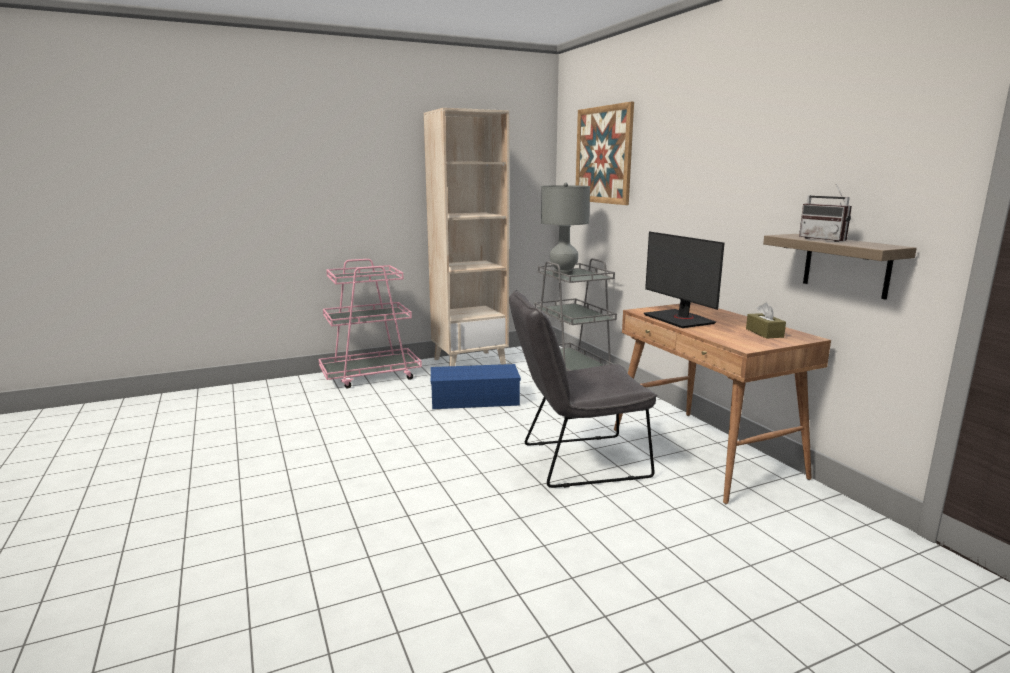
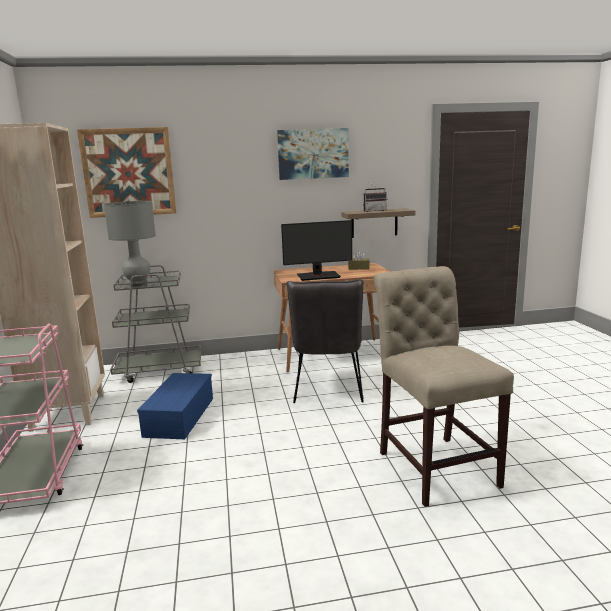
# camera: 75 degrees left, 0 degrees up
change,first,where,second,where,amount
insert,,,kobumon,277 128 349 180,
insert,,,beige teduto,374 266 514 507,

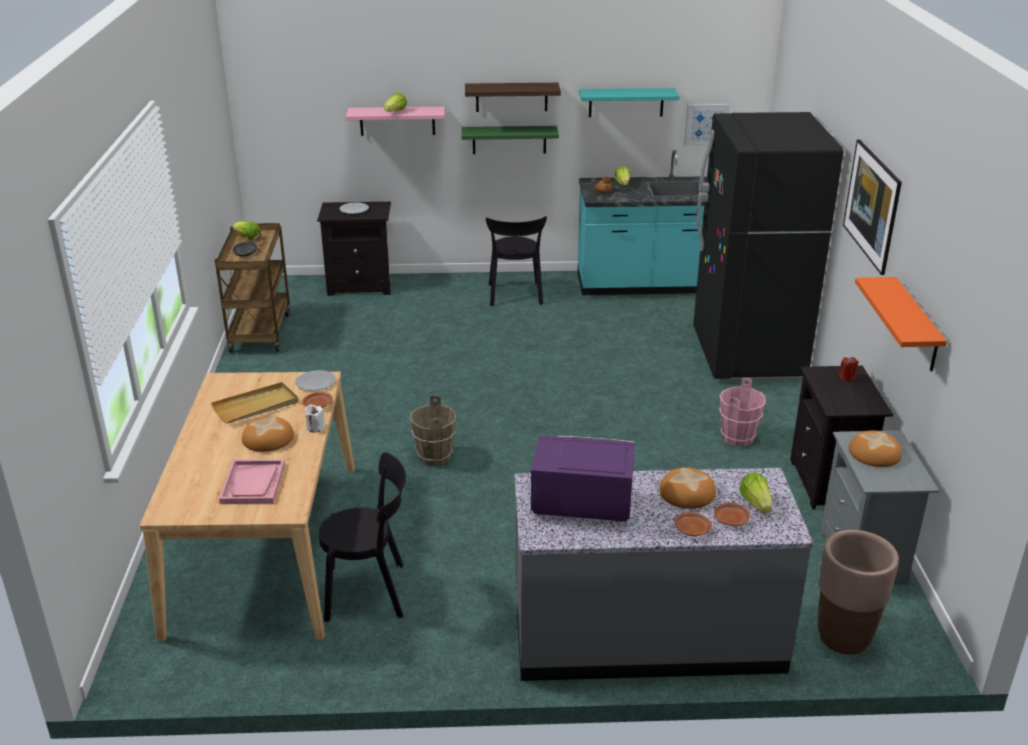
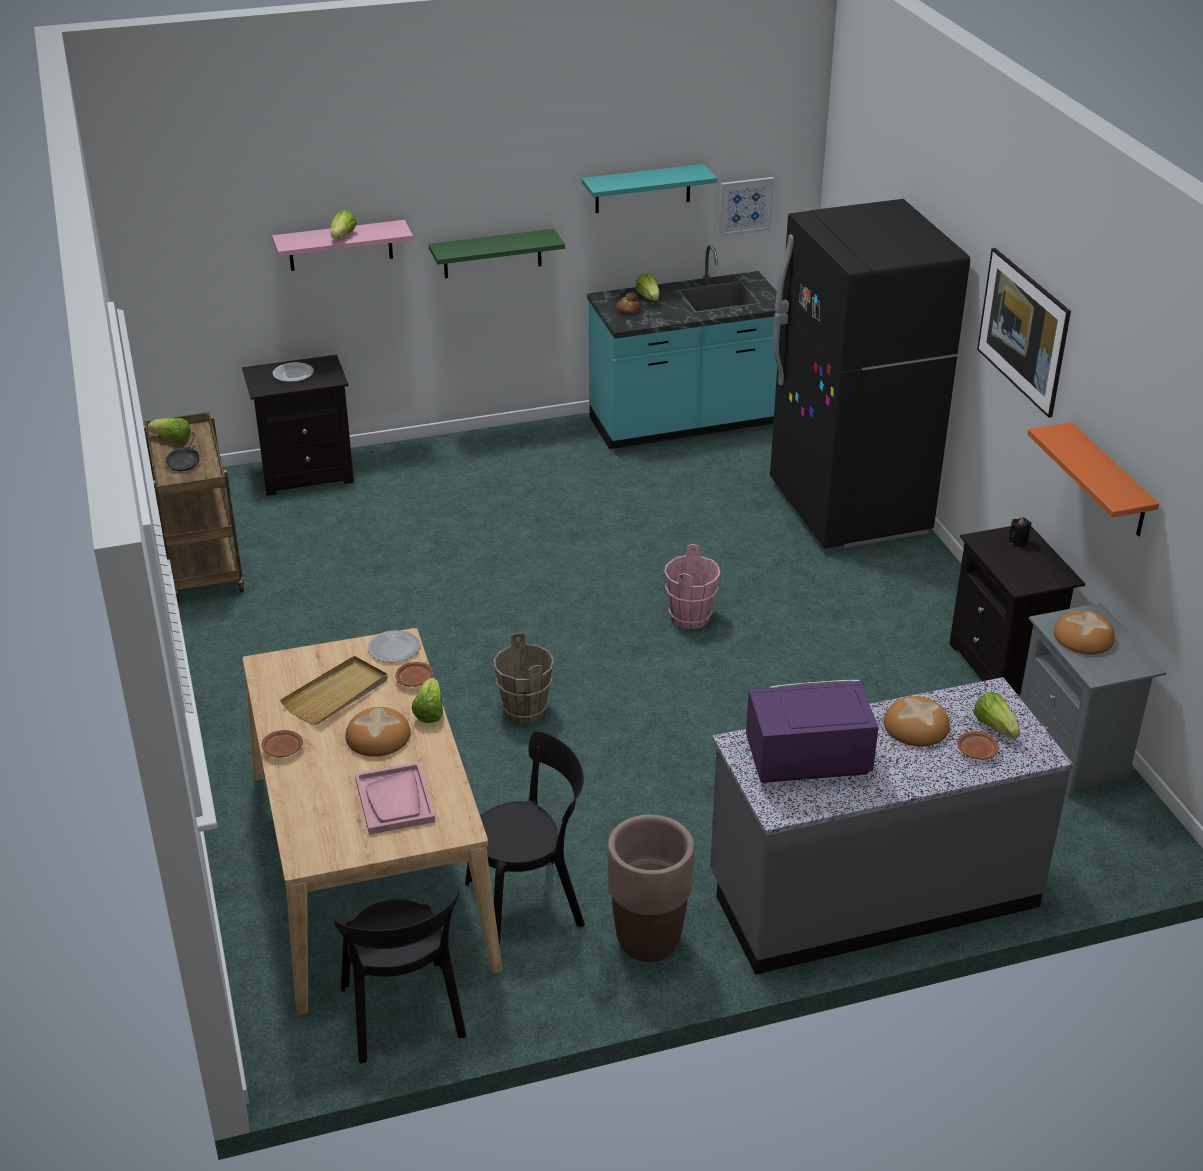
# camera: 15 degrees left, 5 degrees up
change,first,where,second,where,amount
delete,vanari,465 83 561 112,,,
move,black teduto,486 216 547 306,,334 892 466 1064,
recolor,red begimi,839 357 858 382,black begimi,1008 518 1031 547,
move,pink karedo,719 378 766 446,,664 544 720 629,
replace,white begimi,305 404 325 433,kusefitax,412 678 443 723,
move,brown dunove,674 512 712 536,,261 730 303 758,
move,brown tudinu,818 530 899 655,,607 815 694 962,

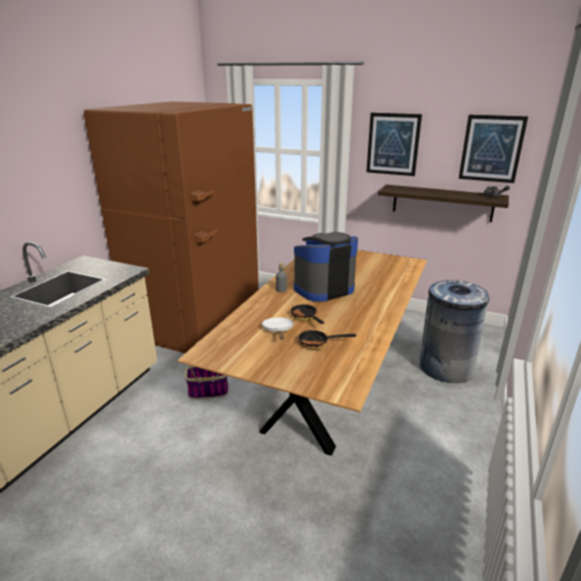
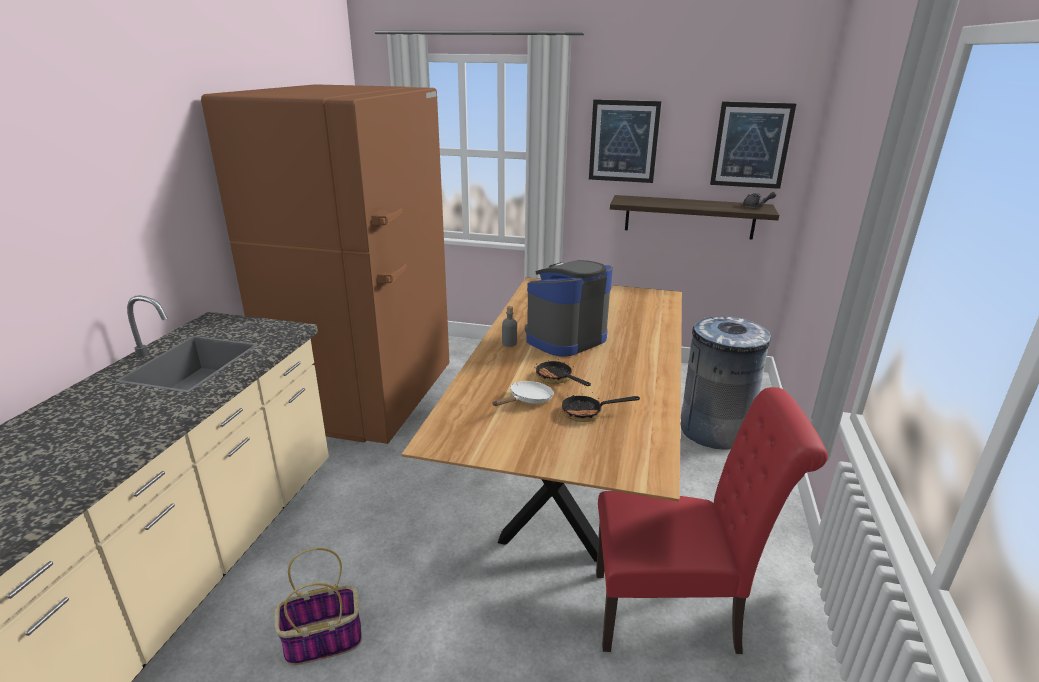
# camera: 10 degrees left, 0 degrees up
change,first,where,second,where,amount
rotate,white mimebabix,262 317 294 340,,492 381 554 406,60 degrees clockwise
move,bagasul,185 341 228 399,,274 548 362 665,
insert,,,red teduto,596 387 828 654,

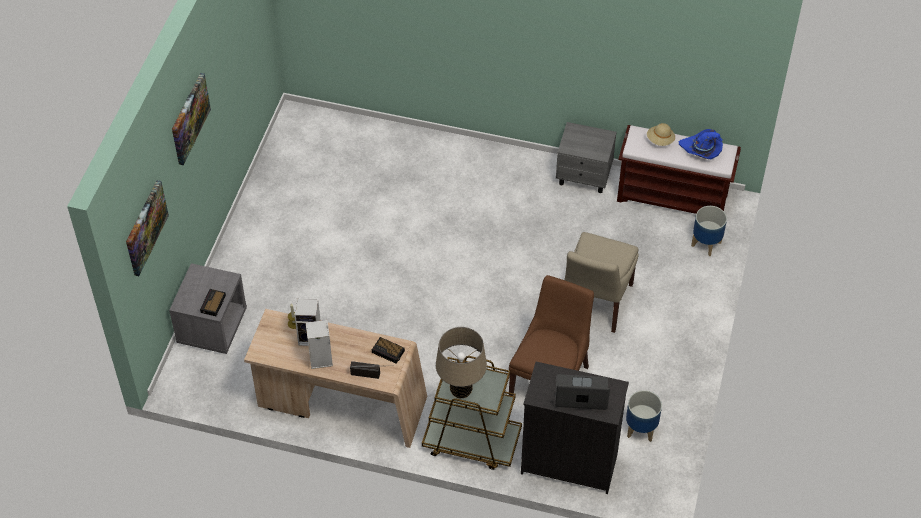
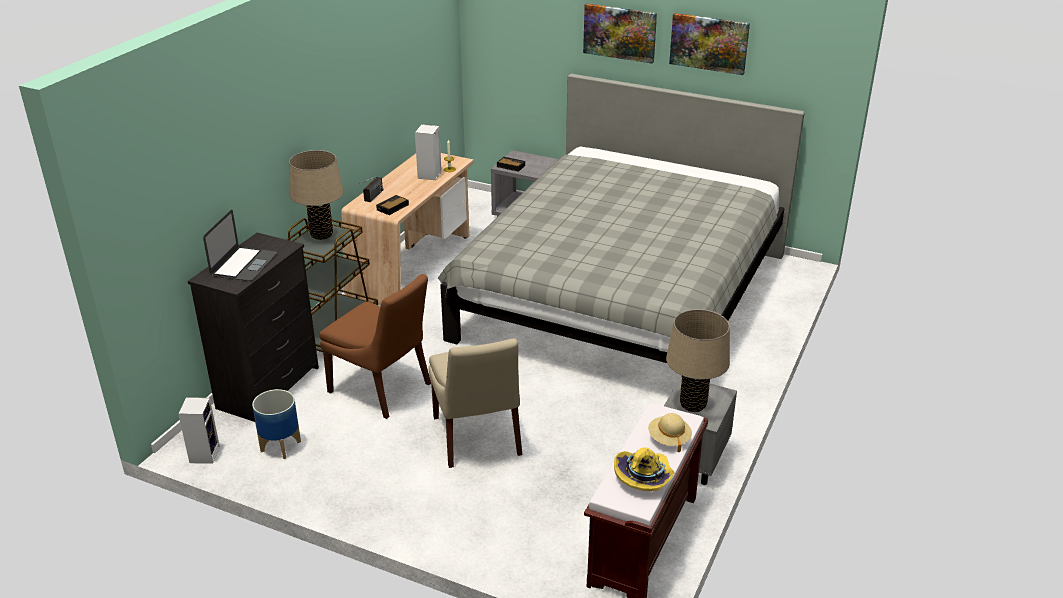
# camera: 100 degrees right, 20 degrees down
change,first,where,second,where,amount
recolor,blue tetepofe,679 129 723 159,yellow tetepofe,614 447 675 491,
move,kobumon,126 180 169 276,,669 13 750 75,
delete,tudinu,691 206 727 256,,,
rotate,beige teduto,564 232 639 333,,429 339 522 468,135 degrees counterclockwise
move,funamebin,305 320 333 369,,178 397 220 464,
insert,,,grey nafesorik,438 74 805 363,
insert,,,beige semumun,666 309 730 412,

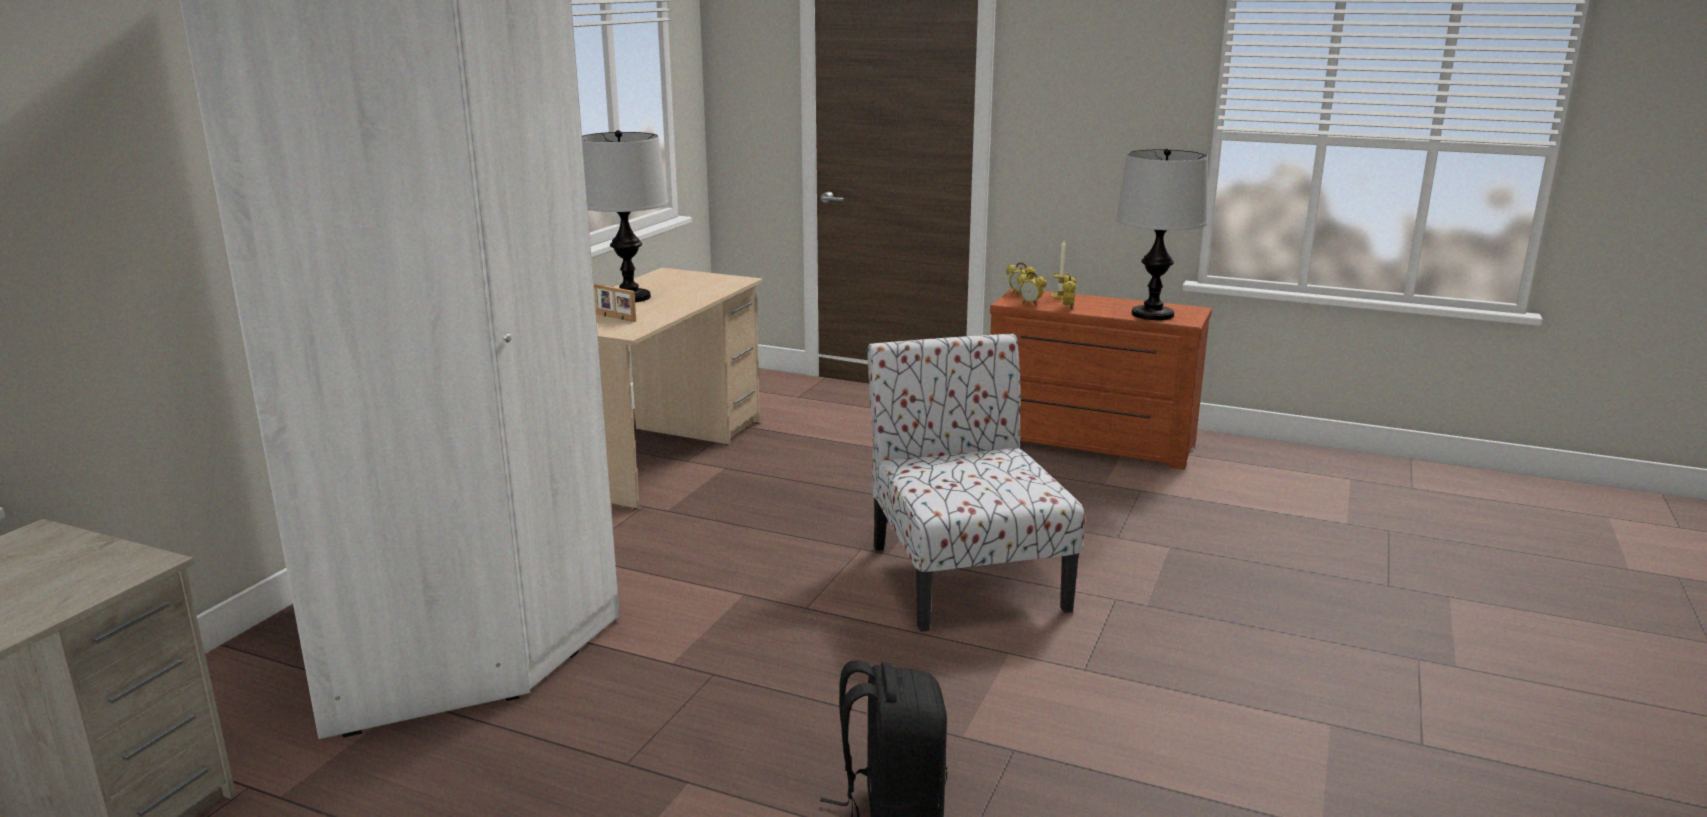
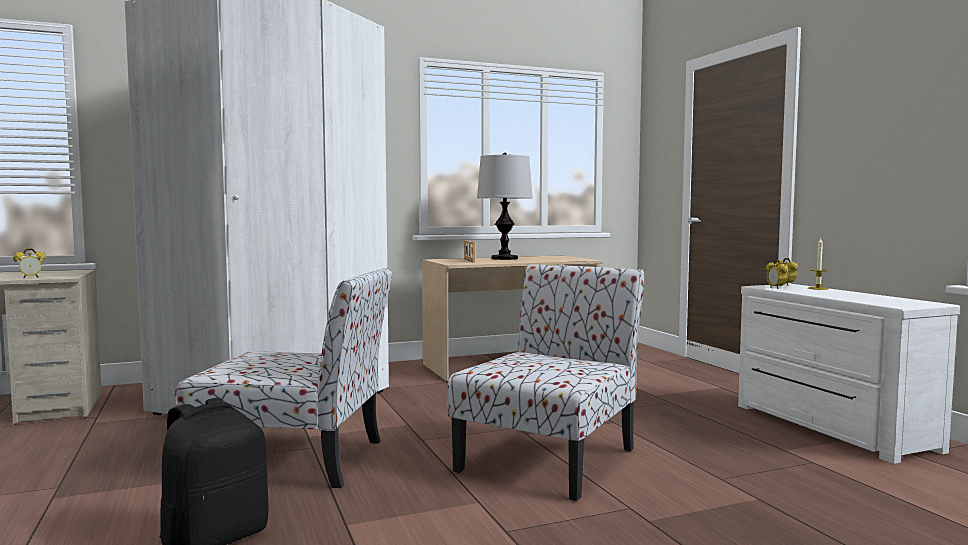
# camera: 45 degrees right, 15 degrees down
change,first,where,second,where,amount
delete,semumun,1116 148 1208 320,,,
move,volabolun,1063 275 1077 309,,13 248 46 278,
recolor,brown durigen,990 288 1212 470,white durigen,738 284 960 464,
insert,,,teduto,175 268 392 488,

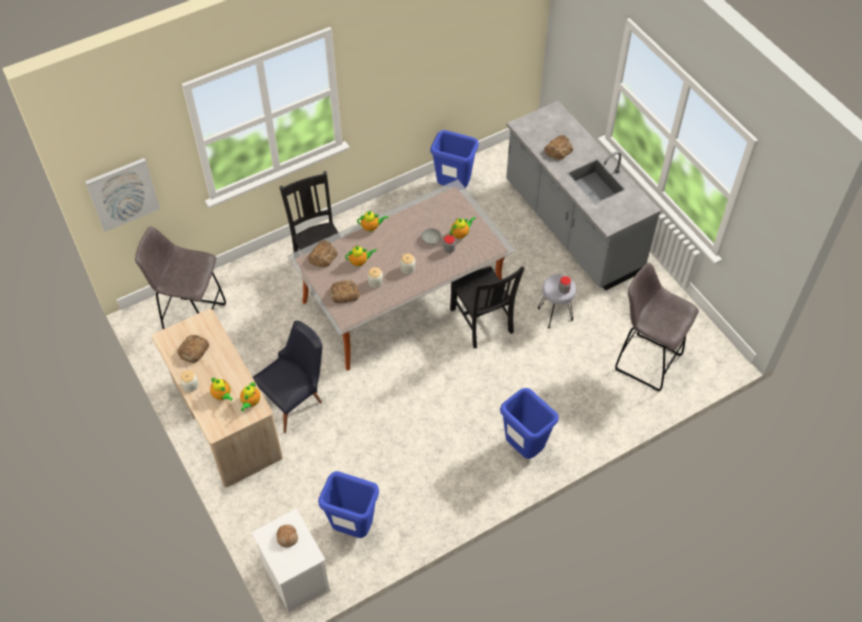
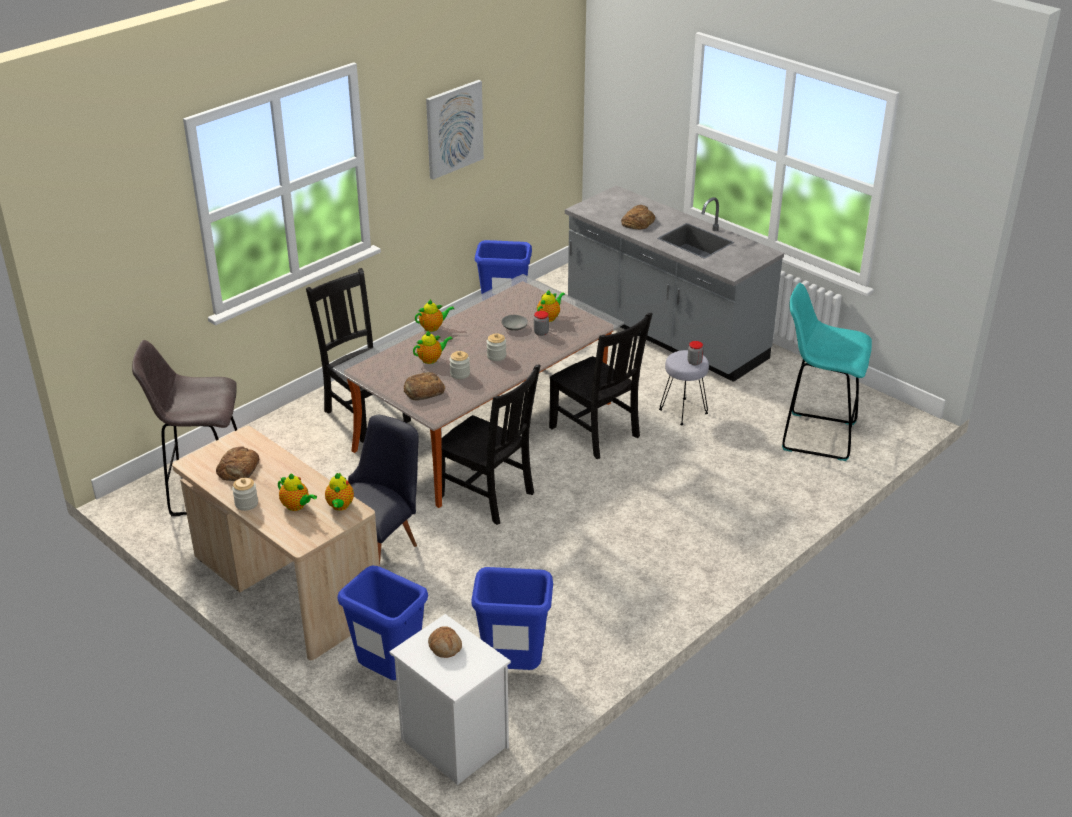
# camera: 15 degrees left, 20 degrees down
change,first,where,second,where,amount
move,kobumon,85 158 160 232,,426 80 484 180,
delete,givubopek,308 240 338 267,,,
recolor,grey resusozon,615 262 699 392,turquoise resusozon,782 283 872 461,
move,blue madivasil,500 388 559 459,,338 566 428 680,
insert,,,black teduto,441 365 541 525,

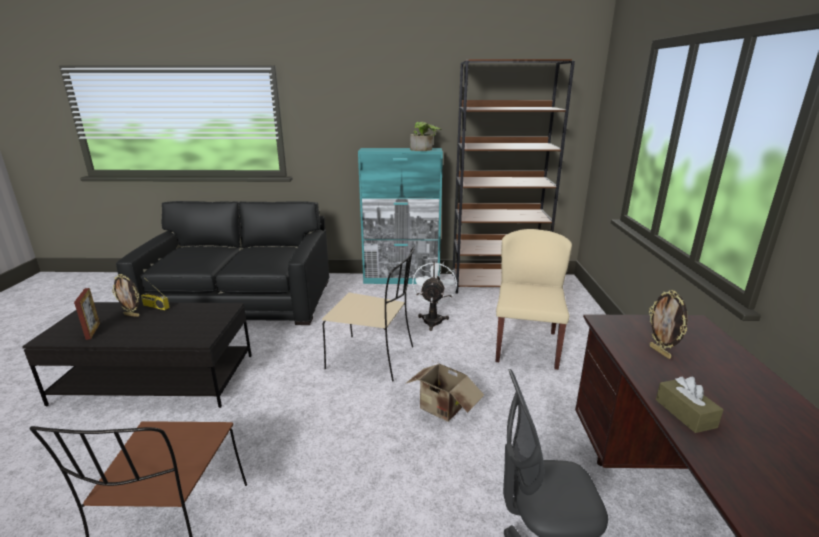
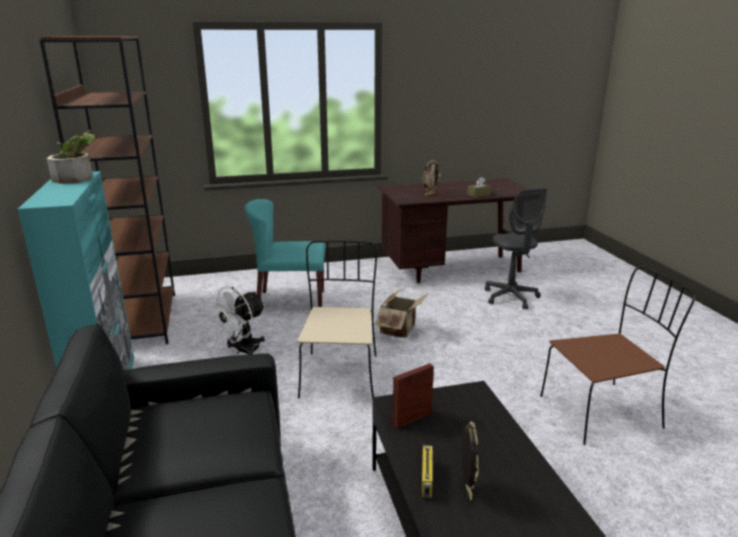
# camera: 105 degrees left, 0 degrees up
change,first,where,second,where,amount
recolor,beige teduto,495 229 572 370,turquoise teduto,245 199 326 307,
rotate,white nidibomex,412 260 457 331,,207 286 265 355,45 degrees counterclockwise
move,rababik,74 288 100 340,,393 364 434 429,

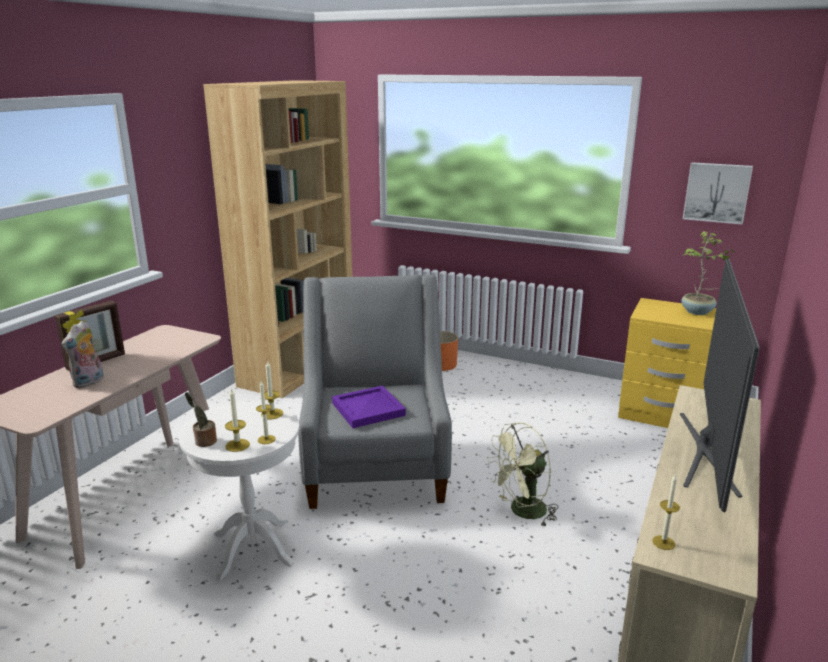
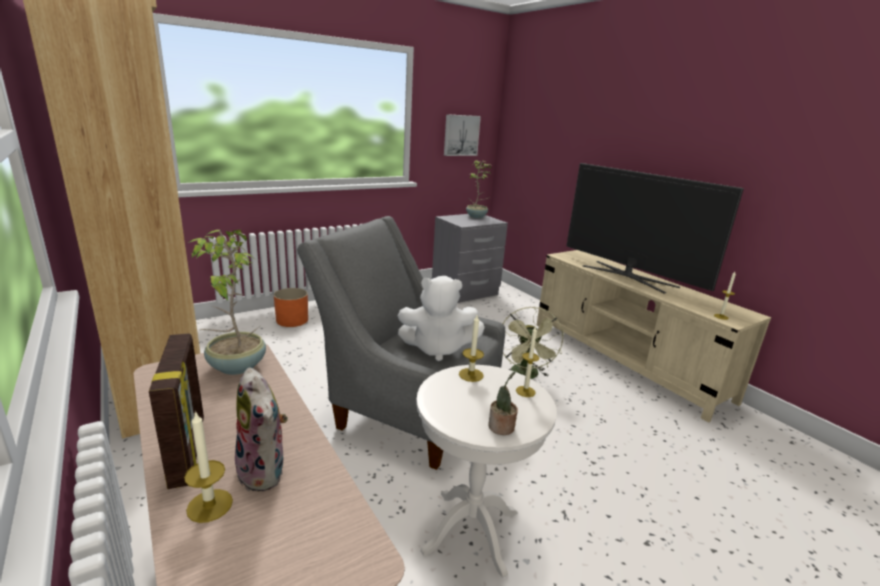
# camera: 60 degrees left, 0 degrees up
change,first,where,second,where,amount
recolor,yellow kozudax,618 298 716 428,grey kozudax,432 214 508 303,
replace,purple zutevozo,332 386 406 428,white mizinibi,398 276 485 361,
move,begimi,225 388 250 452,,184 411 233 523,
insert,,,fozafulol,188 230 266 375,

